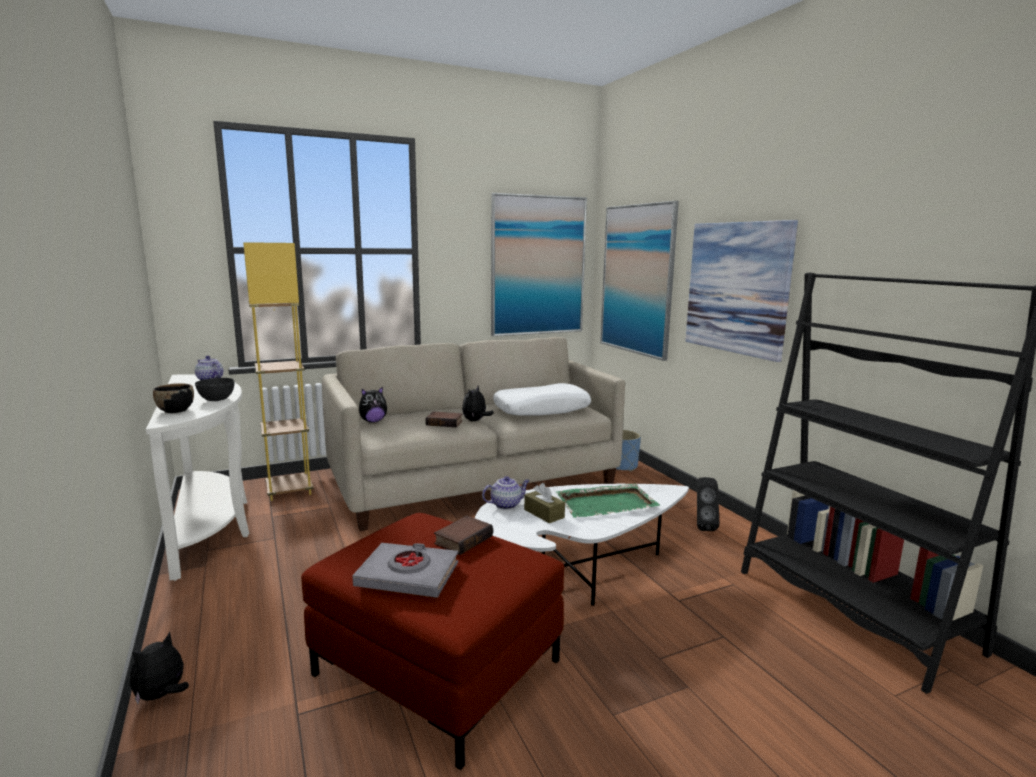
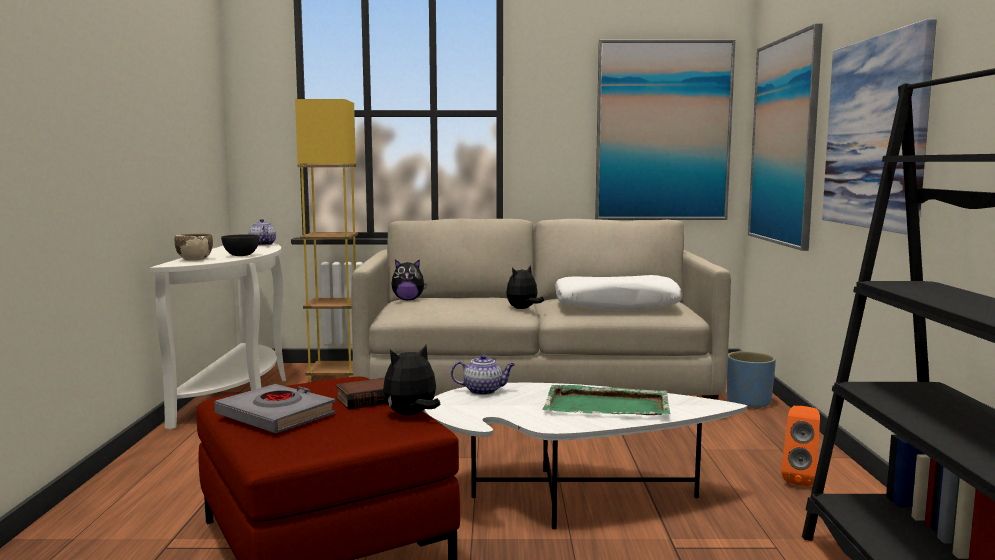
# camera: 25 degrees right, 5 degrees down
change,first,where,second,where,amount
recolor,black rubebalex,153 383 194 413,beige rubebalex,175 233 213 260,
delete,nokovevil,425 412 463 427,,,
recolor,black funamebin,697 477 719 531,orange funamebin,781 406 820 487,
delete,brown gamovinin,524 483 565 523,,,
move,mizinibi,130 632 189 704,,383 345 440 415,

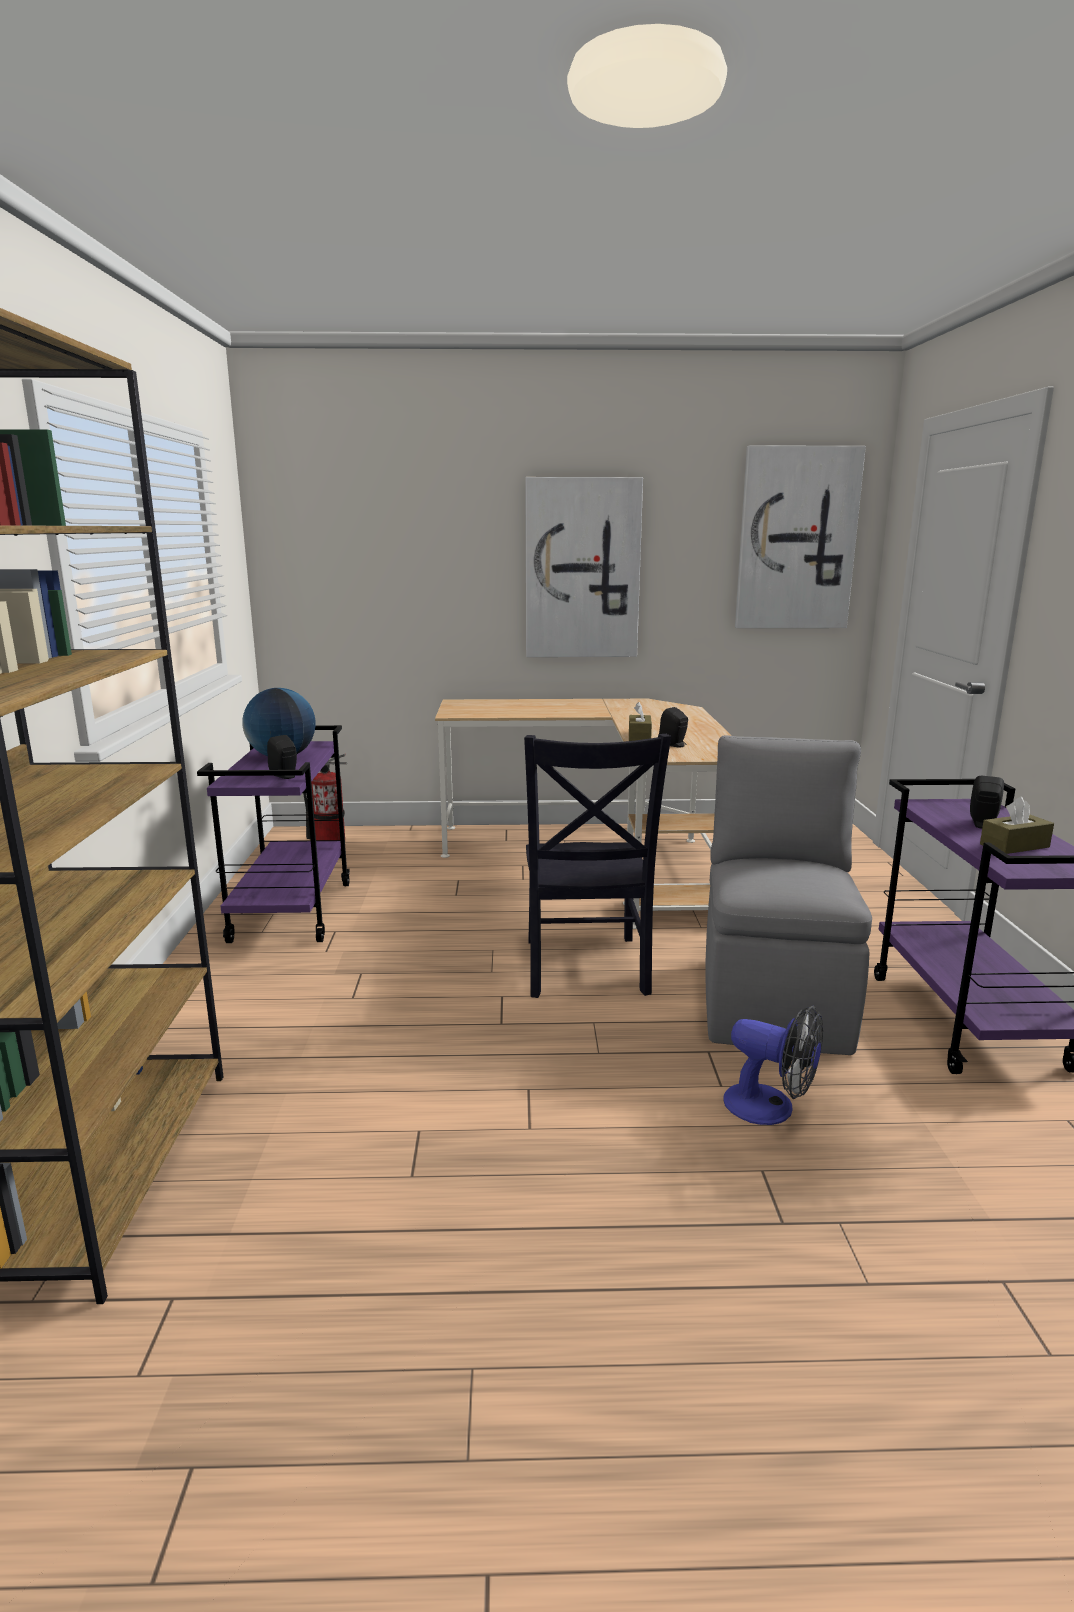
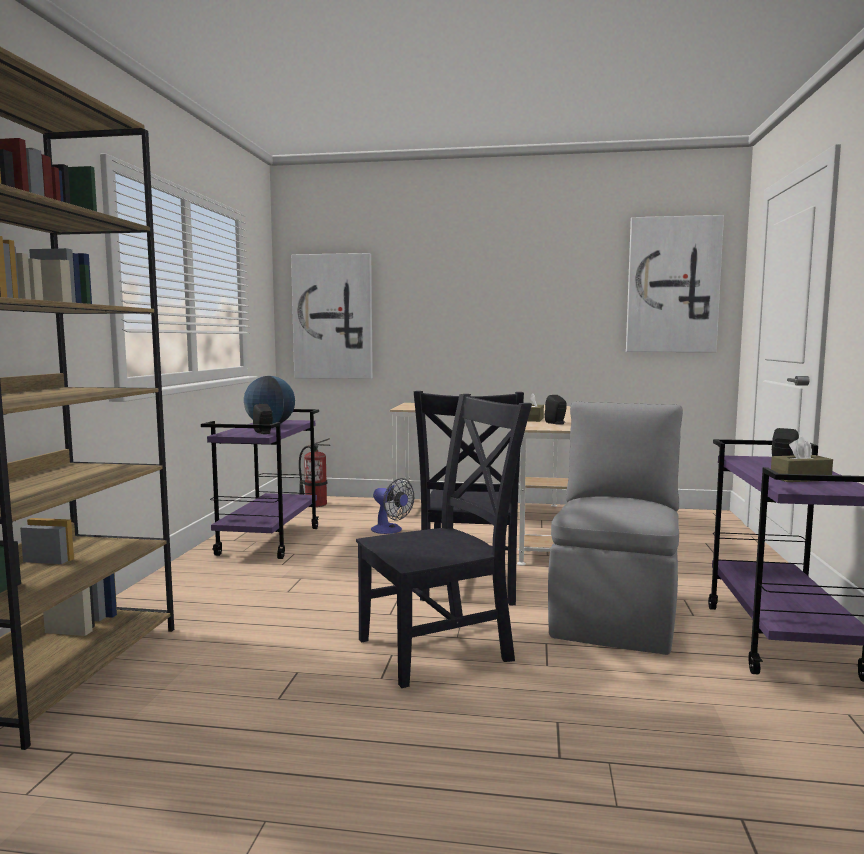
# camera: 10 degrees right, 10 degrees down
change,first,where,second,where,amount
move,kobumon,525 477 643 657,,291 253 373 379,
move,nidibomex,723 1006 823 1125,,371 478 414 534,
insert,,,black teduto,356 394 532 688,

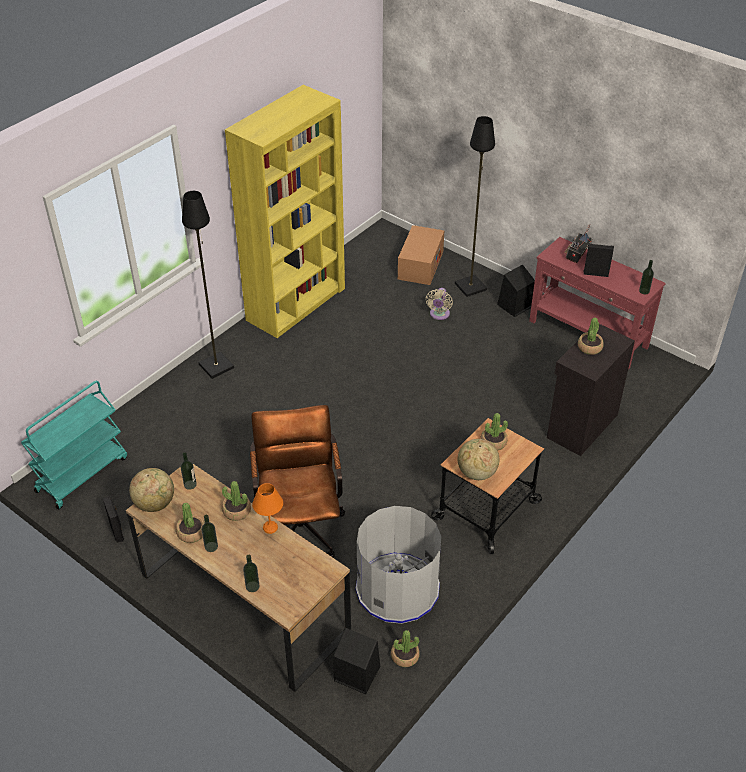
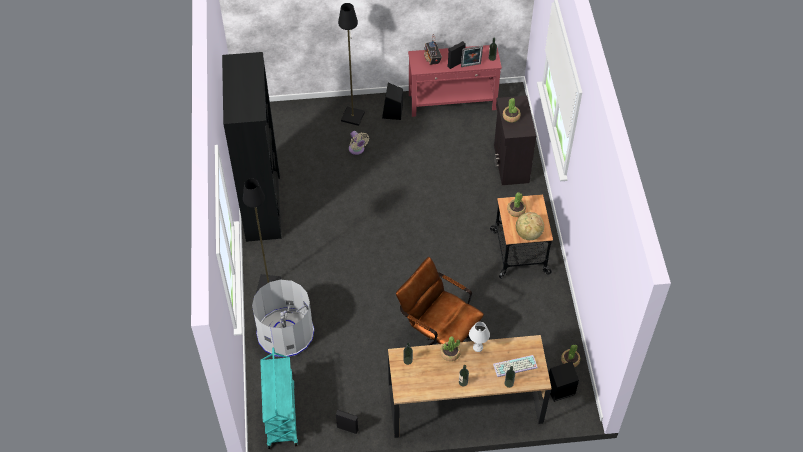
# camera: 45 degrees left, 10 degrees up
change,first,where,second,where,amount
recolor,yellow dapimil,225 85 345 338,black dapimil,222 52 282 242,
delete,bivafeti,398 225 445 285,,,
delete,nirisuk,129 468 174 512,,,
recolor,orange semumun,252 483 283 534,white semumun,469 322 490 352,
delete,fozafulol,176 503 205 543,,,
move,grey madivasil,356 506 441 624,,252 280 314 357,
insert,,,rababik,461 45 483 67,
insert,,,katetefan,493 355 538 377,

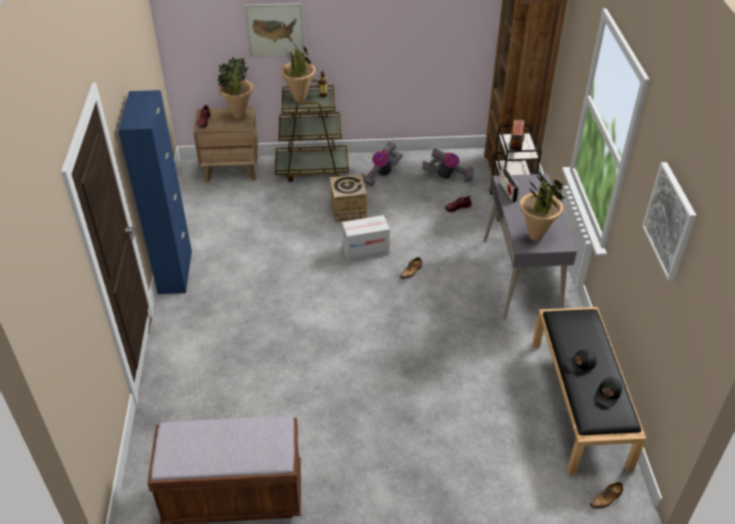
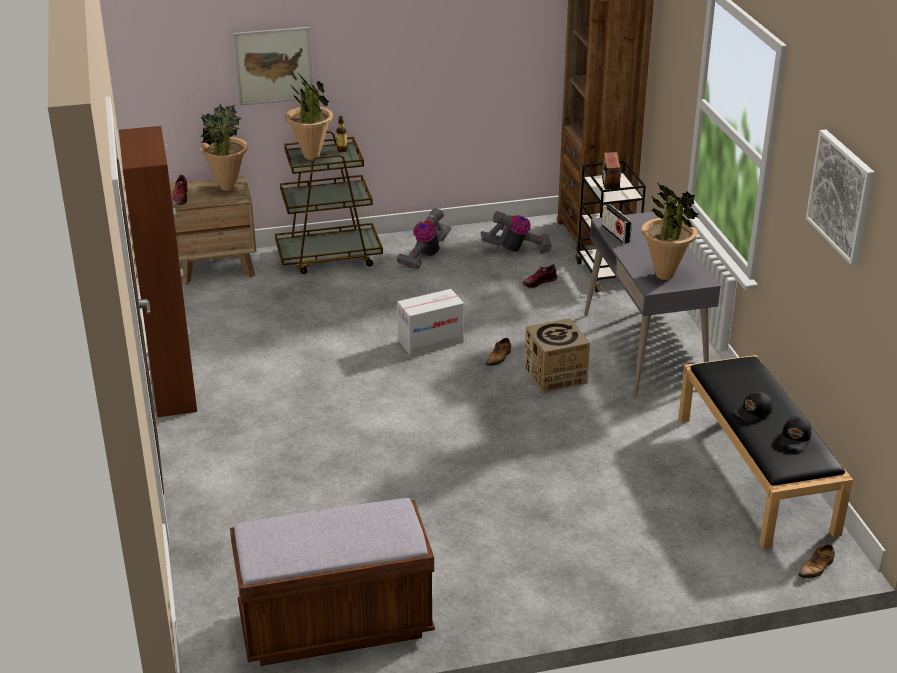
# camera: 10 degrees left, 10 degrees down
change,first,where,second,where,amount
recolor,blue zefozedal,118 90 192 294,brown zefozedal,119 126 197 417,
move,bivafeti,330 174 367 223,,524 318 590 392,

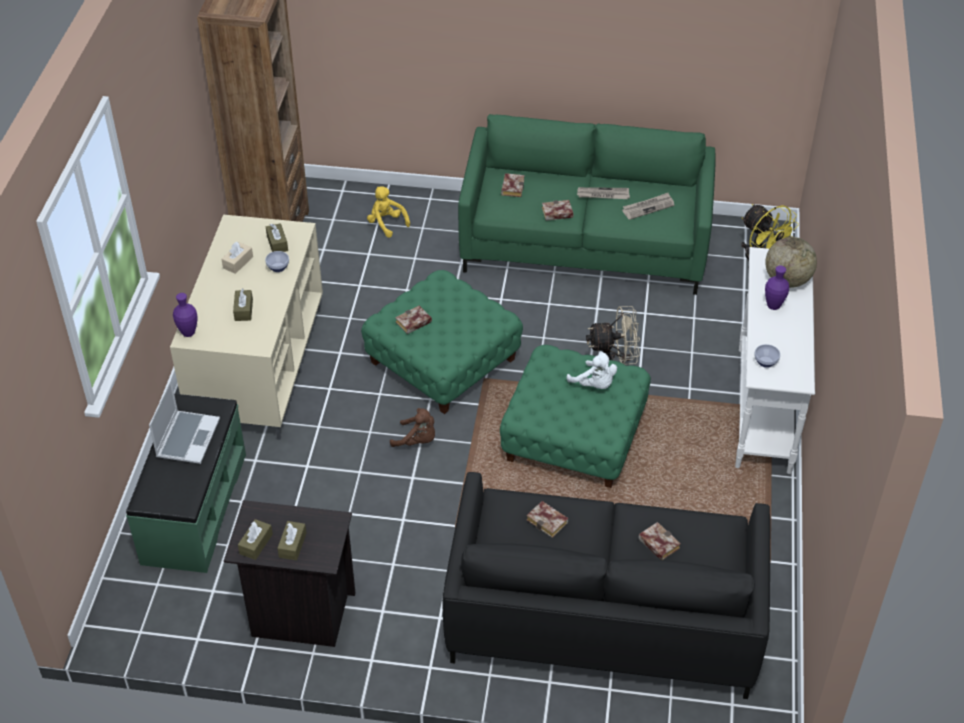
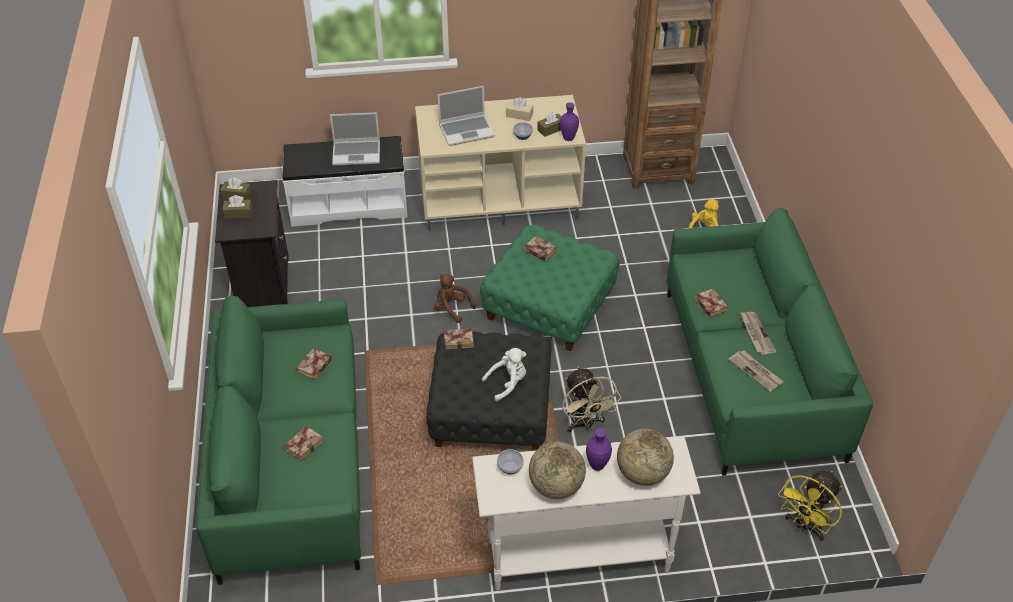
# camera: 75 degrees right, 0 degrees up
change,first,where,second,where,amount
move,nokovevil,501 173 525 197,,444 328 474 350,
replace,brown gamovinin,233 289 253 321,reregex,438 86 495 146,
move,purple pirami,173 293 197 337,,560 102 579 141,
recolor,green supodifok,500 345 651 488,black supodifok,426 331 552 451,
rotate,white mizinibi,567 351 617 389,,482 348 526 402,150 degrees counterclockwise
recolor,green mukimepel,126 394 246 573,white mukimepel,283 136 408 227,
rotate,brown mizinibi,390 408 435 447,,434 274 476 323,120 degrees clockwise
recolor,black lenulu,442 472 770 699,green lenulu,196 296 361 585,
insert,,,nirisuk,529 441 586 499,

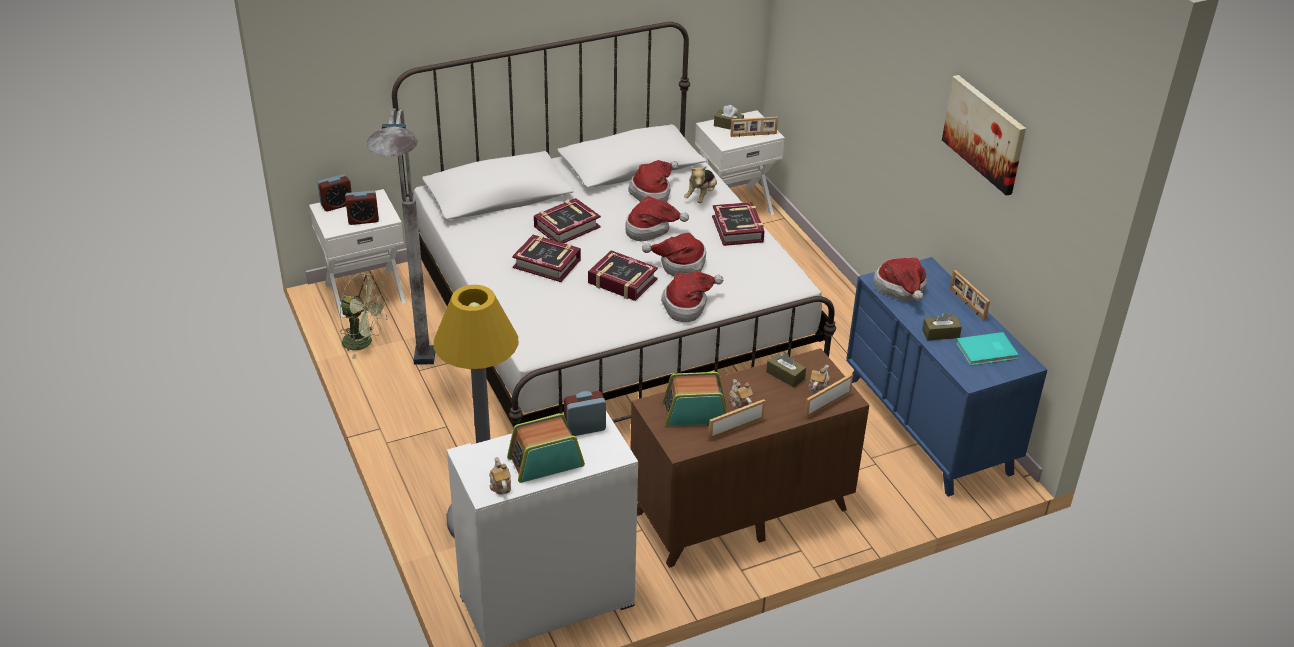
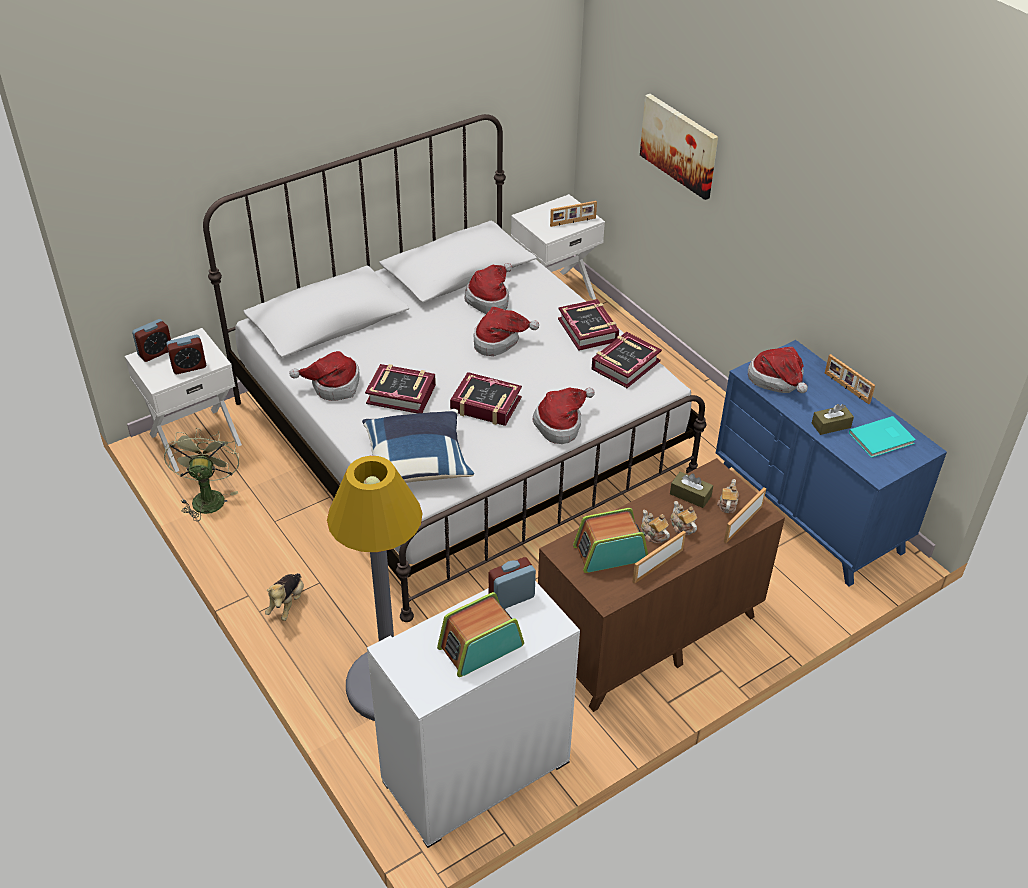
# camera: 10 degrees left, 5 degrees up
change,first,where,second,where,amount
move,kobumon,942 75 1026 196,,640 94 718 200,
delete,brown gamovinin,714 105 744 130,,,
delete,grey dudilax,367 108 435 364,,,
move,mizinibi,684 166 717 203,,265 573 304 621,
move,nokovevil,534 198 601 243,,592 332 662 388,
move,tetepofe,642 233 706 276,,289 351 359 401,
rotate,green nidibomex,340 273 389 359,,164 428 239 521,105 degrees counterclockwise
move,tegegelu,489 457 511 494,,671 501 698 535,
insert,,,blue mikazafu,362 409 474 483,

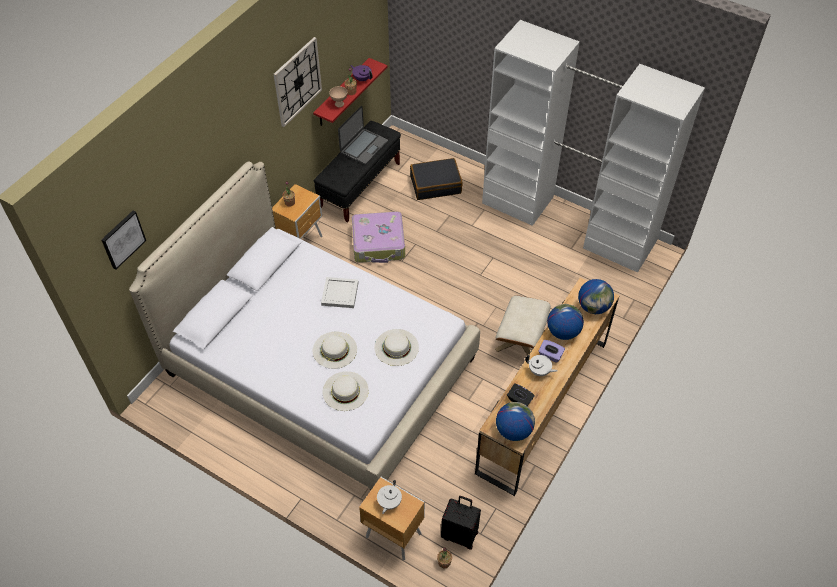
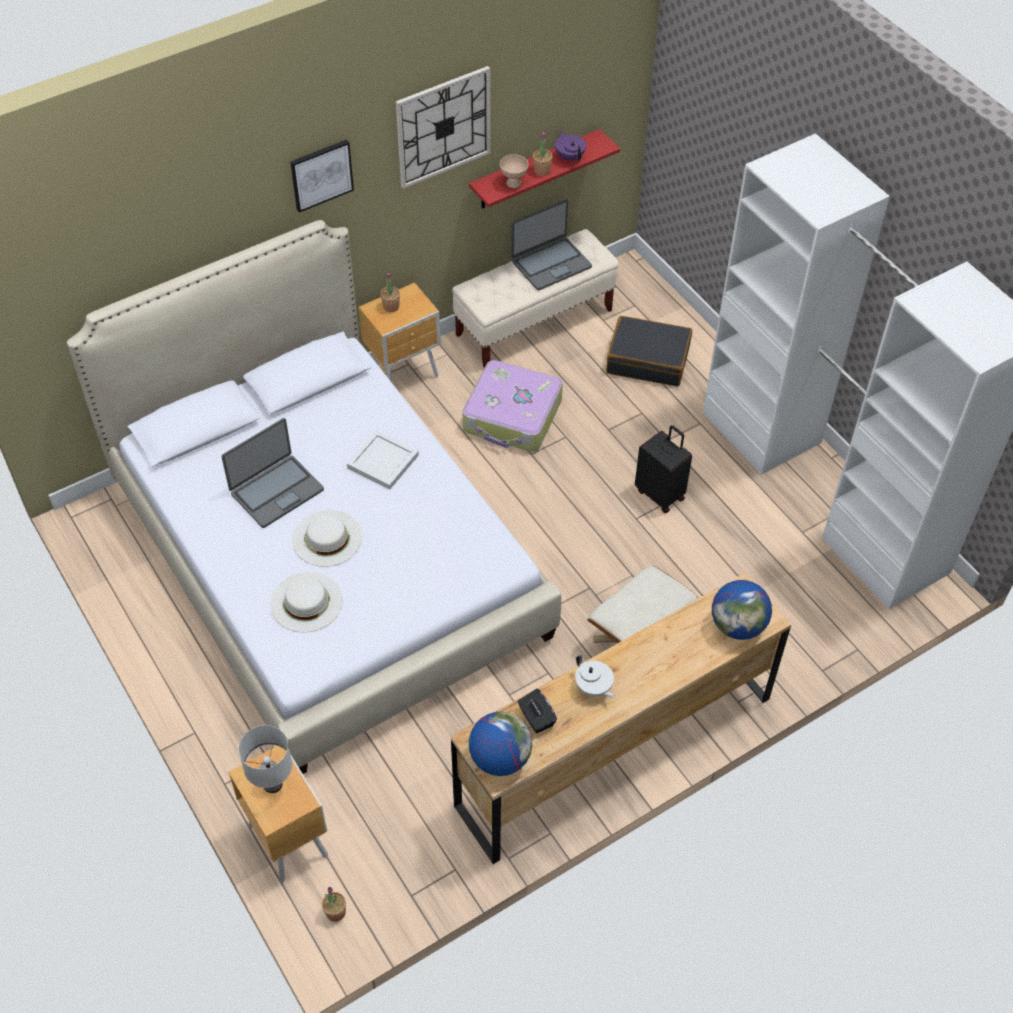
# camera: 25 degrees right, 0 degrees up
change,first,where,second,where,amount
recolor,black mukimepel,314 121 401 223,beige mukimepel,452 229 619 368,
move,kobumon,101 210 146 270,,290 139 354 213,
delete,nirisuk,547 304 584 340,,,
delete,white tetepofe,374 329 419 366,,,
delete,purple gamovinin,539 340 565 363,,,
replace,white tegegelu,377 480 402 514,white semumun,238 725 292 793,
move,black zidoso,441 496 481 550,,635 425 692 513,
insert,,,reregex,221 418 324 528,

